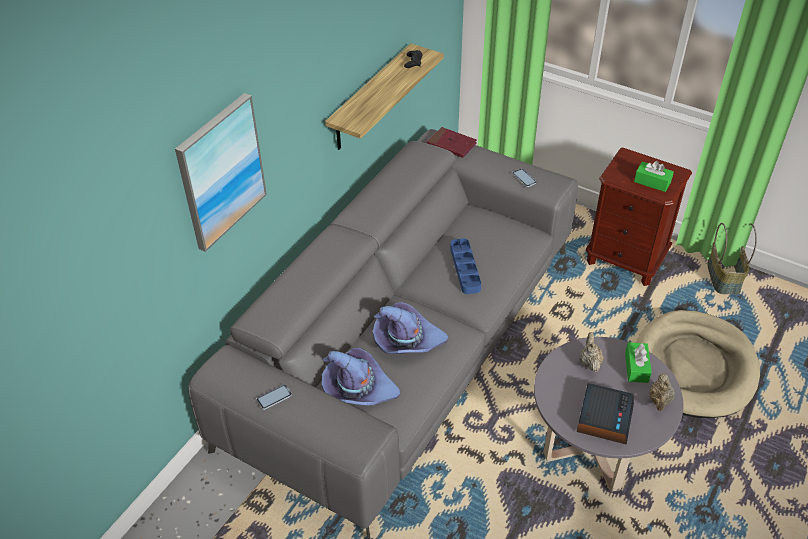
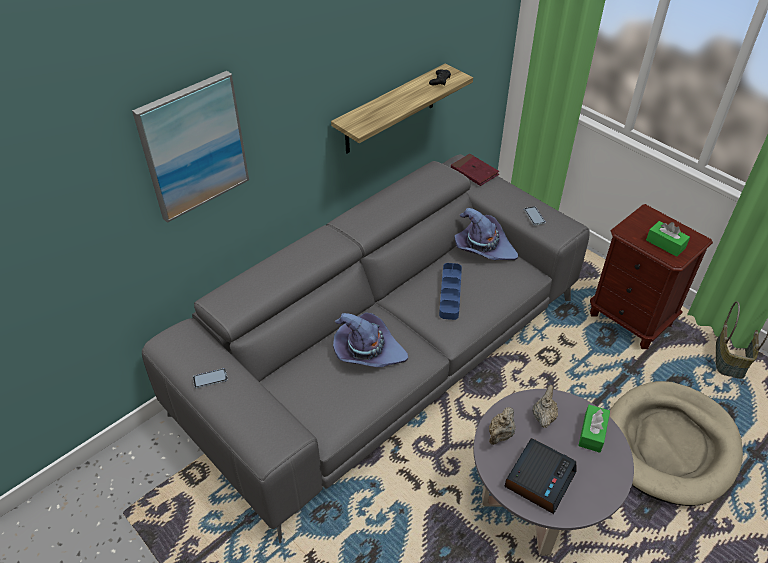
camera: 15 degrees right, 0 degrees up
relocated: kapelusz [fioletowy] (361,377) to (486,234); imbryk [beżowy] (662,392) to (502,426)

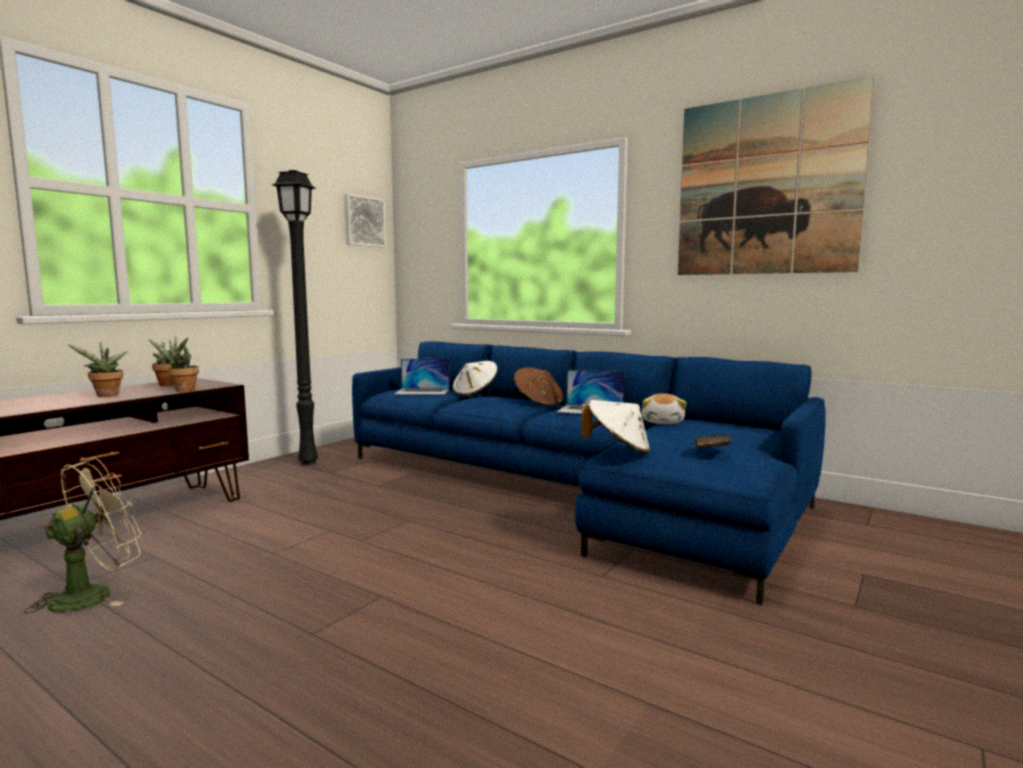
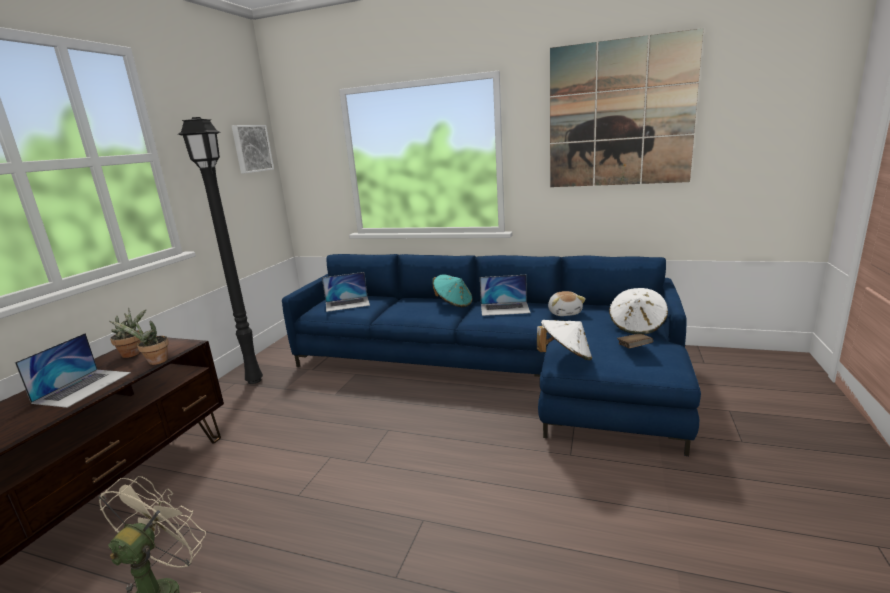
camera: 15 degrees left, 10 degrees up
relocated: kapelusz [biały] (475,379) to (638,311)
exchanged: roślina doniczkowa (97,369) to laptop (73,370)
colour: kapelusz [brązowy] (538,386) to kapelusz [turkusowy] (452,290)

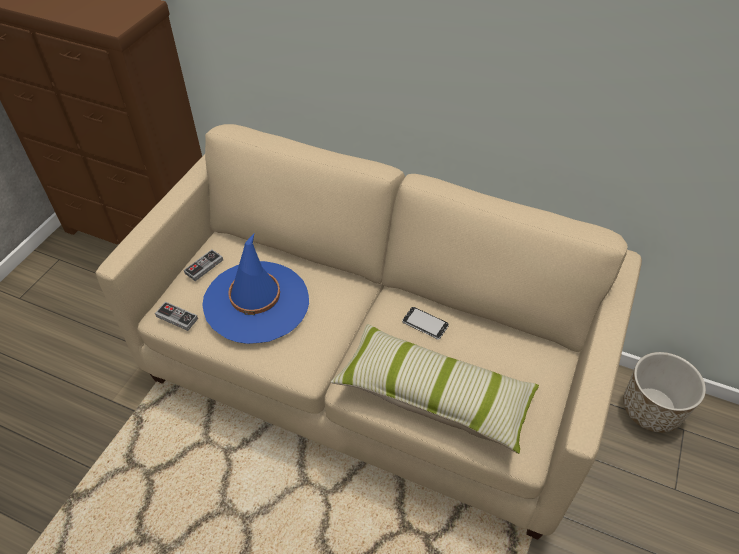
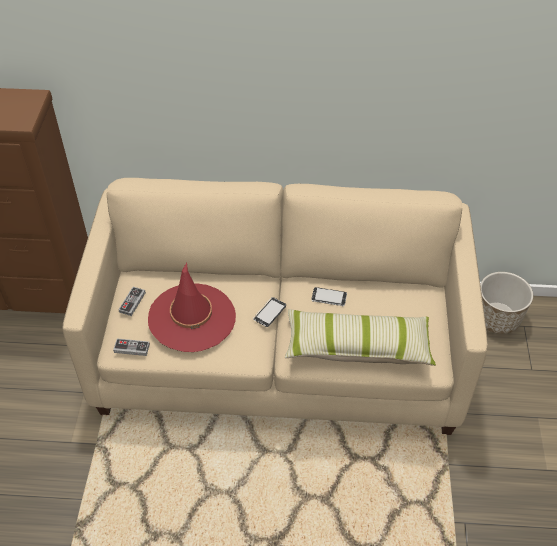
camera: 20 degrees left, 0 degrees up
appeared: telefon (269,312)
colour: kapelusz [niebieski] (255,289) to kapelusz [czerwony] (192,307)

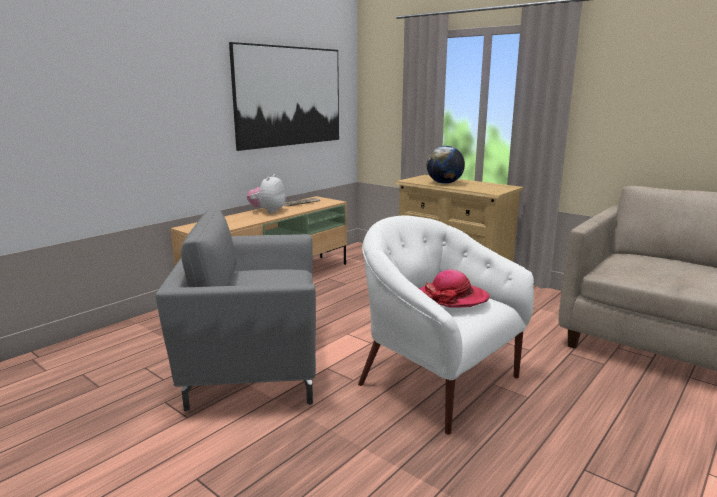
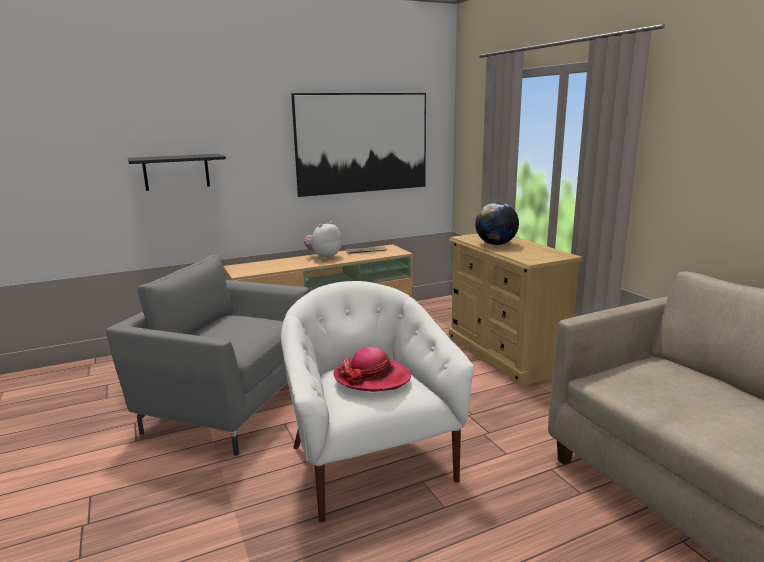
camera: 25 degrees right, 0 degrees up
appeared: półka [czarny] (177,172)

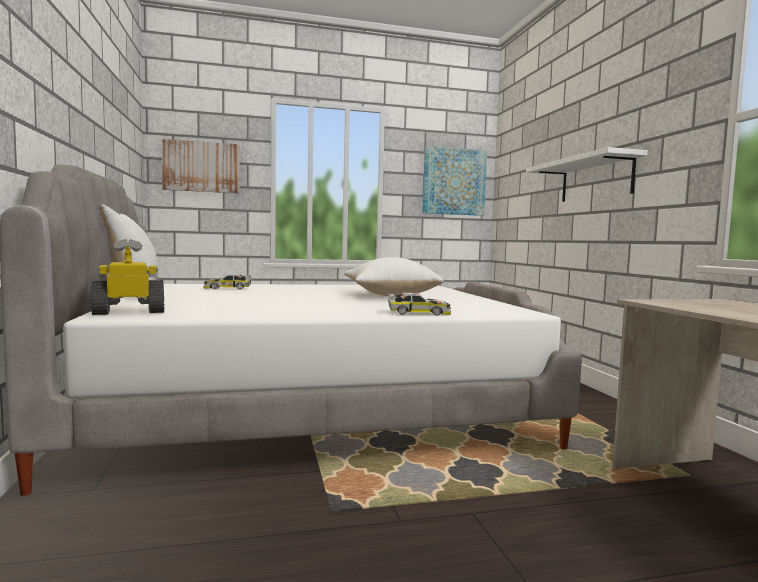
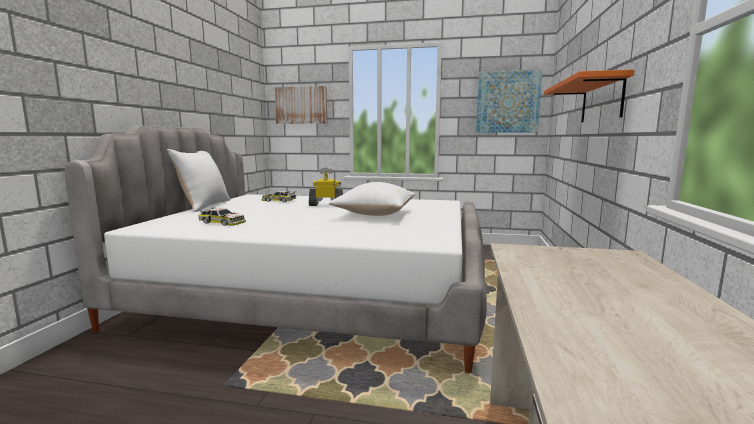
camera: 25 degrees right, 5 degrees up
relocated: samochodzik (419,304) to (222,217); robot zabawkowy (127,277) to (326,186)
colour: półka [biały] (587,174) to półka [pomarańczowy] (589,96)

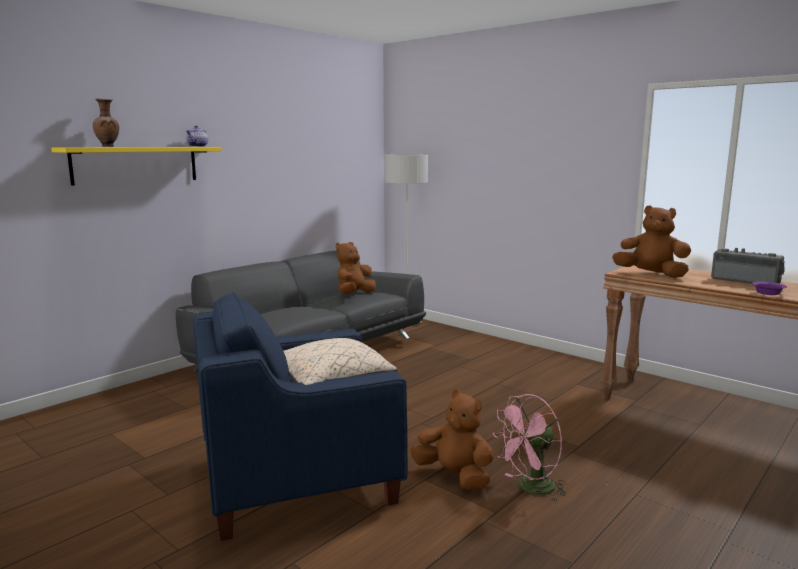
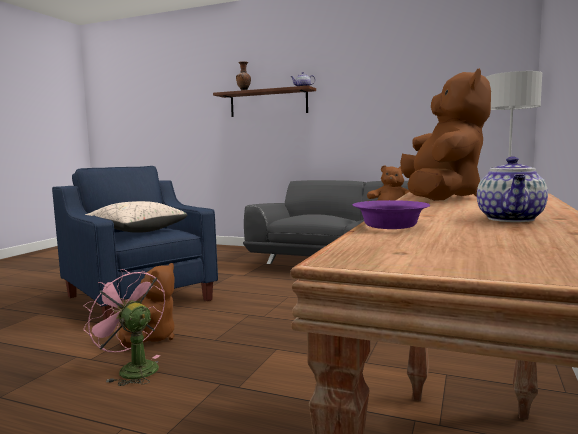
camera: 70 degrees right, 5 degrees down
exchanged: radio (748,266) to imbryk (512,189)
colour: półka [żółty] (136,166) to półka [brązowy] (264,101)

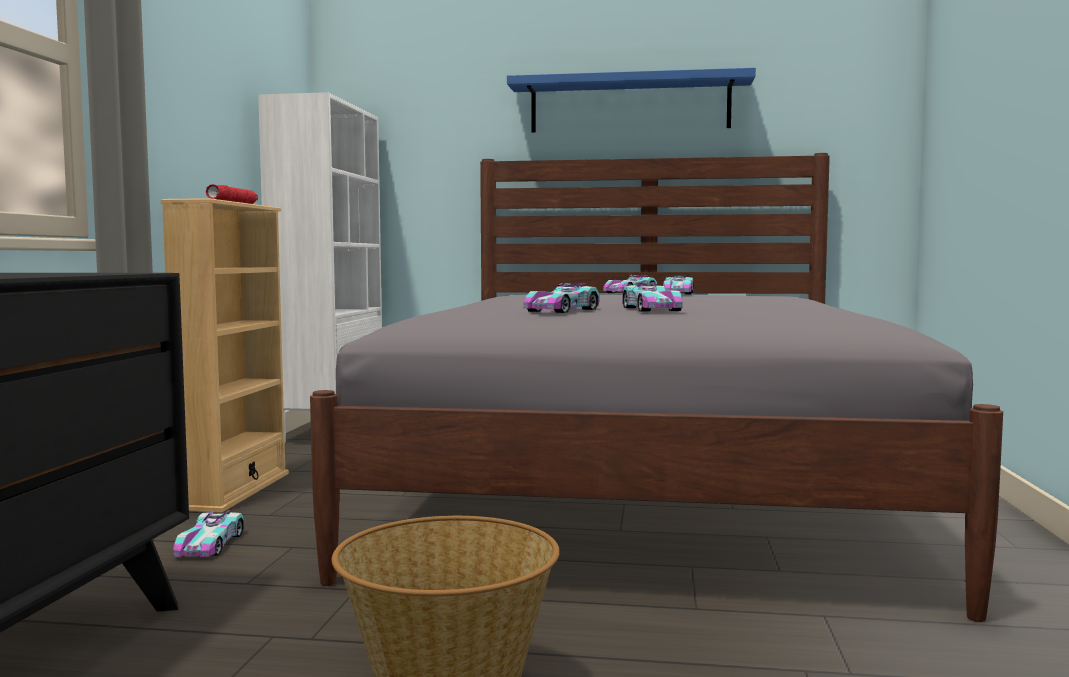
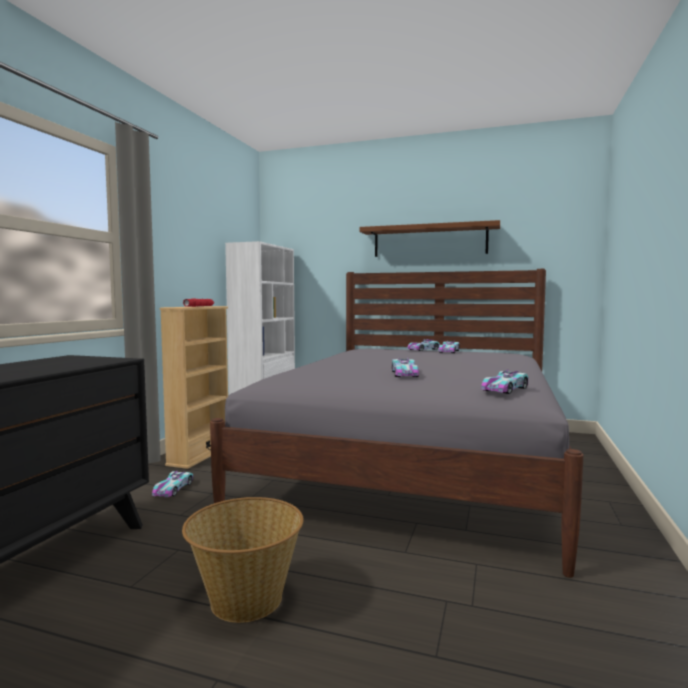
camera: 10 degrees right, 0 degrees up
relocated: samochodzik (562,298) to (504,382)
colour: półka [niebieski] (631,100) to półka [brązowy] (429,238)

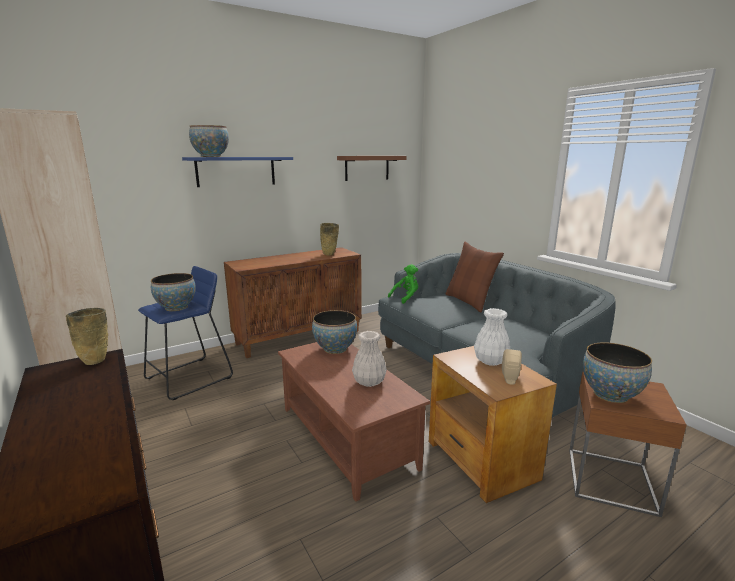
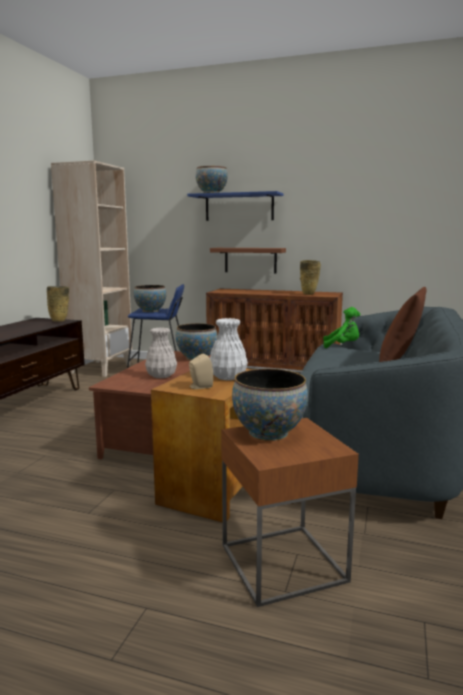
camera: 50 degrees right, 5 degrees down
relocated: półka [brązowy] (371,168) to (248,260)

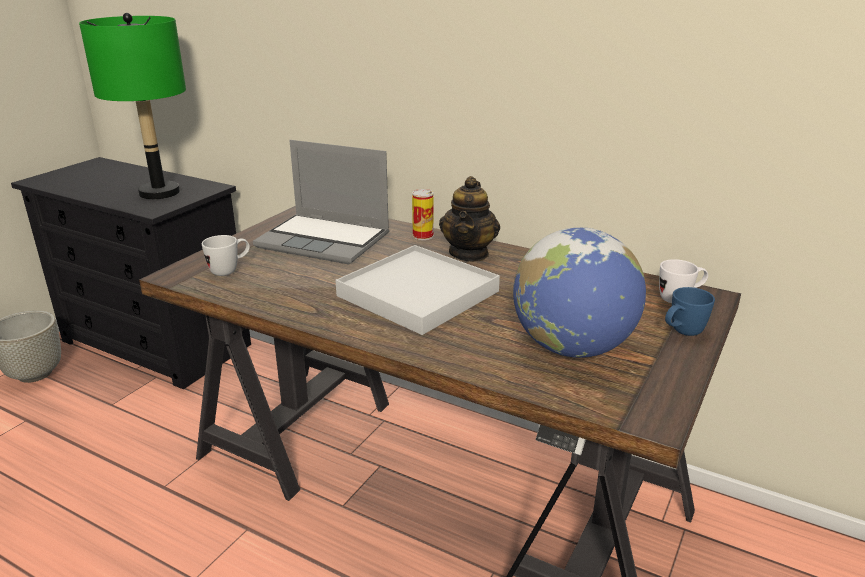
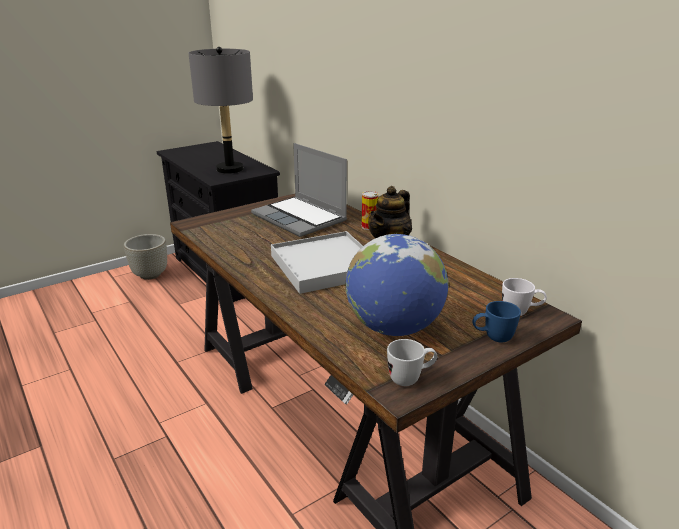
camera: 25 degrees right, 0 degrees up
relocated: kubek [biały] (226,255) to (412,362)
colour: lampa stołowa [zielony] (132,106) to lampa stołowa [szary] (220,110)

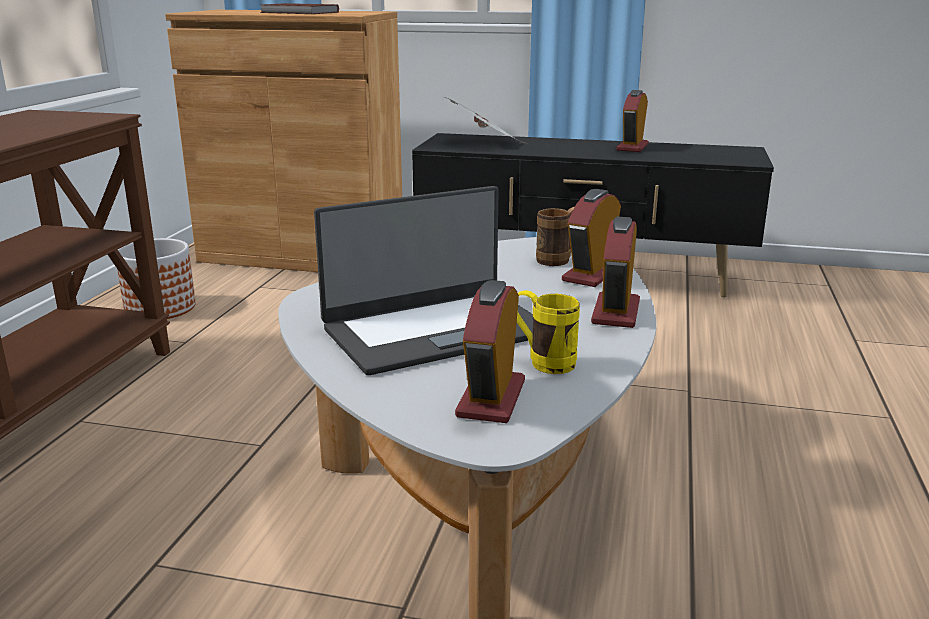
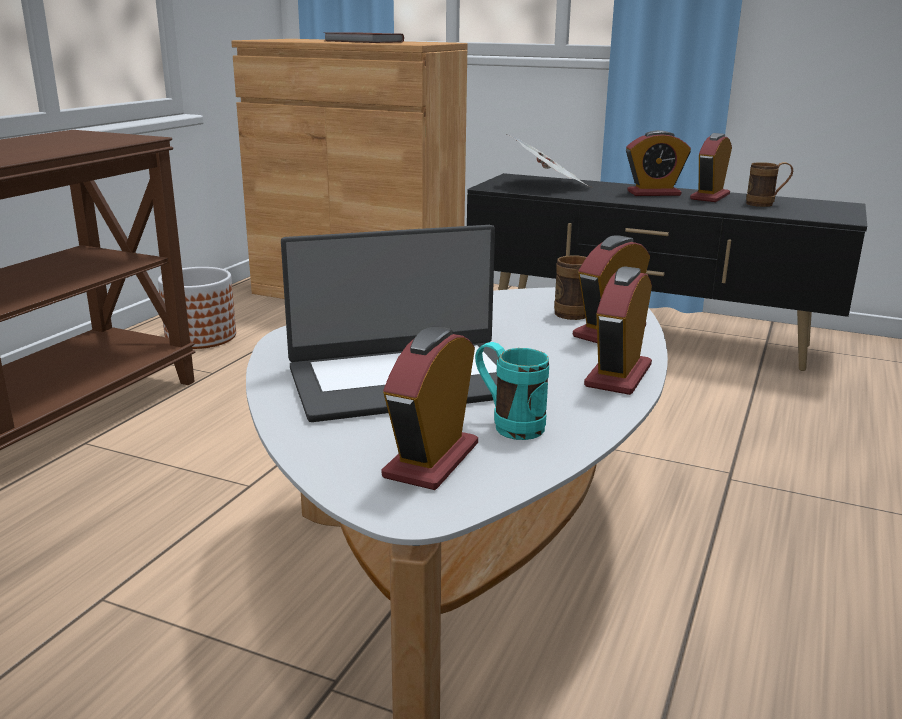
camera: 10 degrees right, 0 degrees up
appeared: budzik (658,163); kubek [brązowy] (769,184)
colour: kubek [żółty] (548,332) to kubek [turkusowy] (512,391)

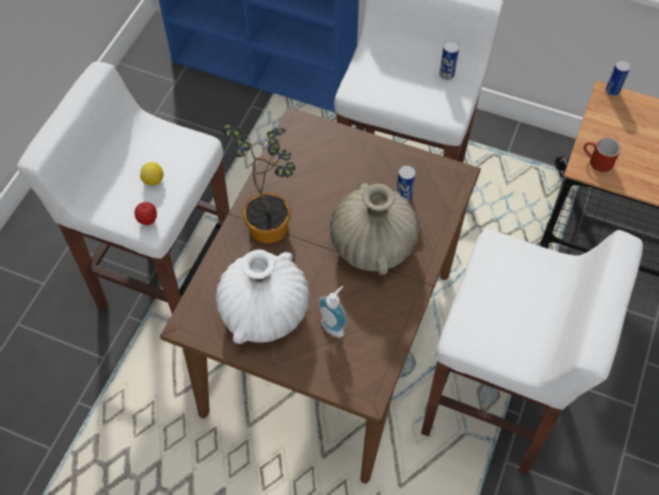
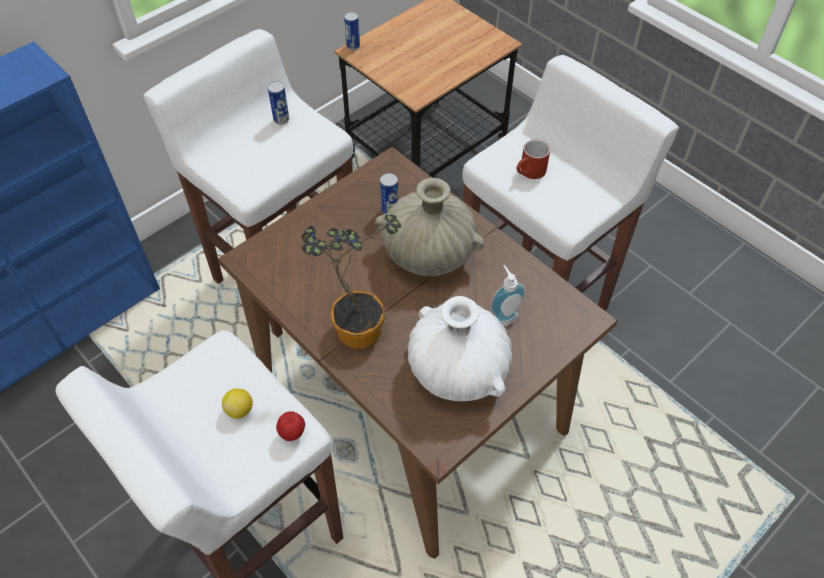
camera: 65 degrees left, 5 degrees down
relocated: kubek [czerwony] (602,155) to (533,159)

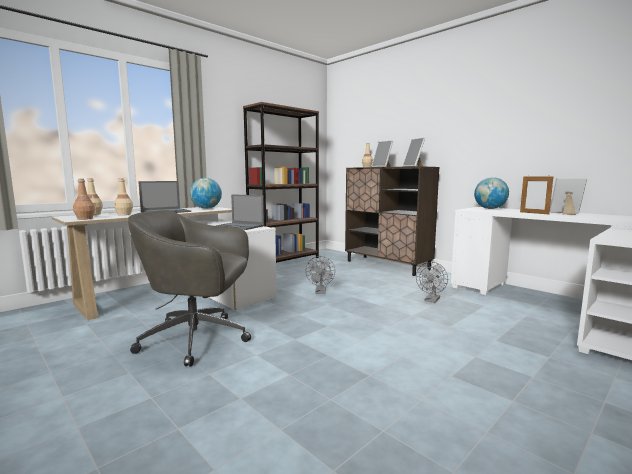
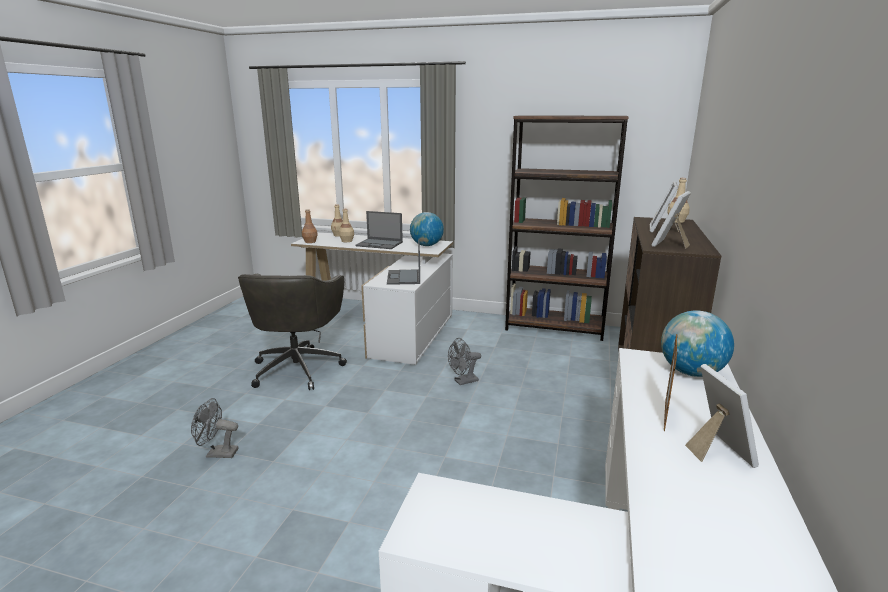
camera: 60 degrees right, 10 degrees up
relocated: wentylator [szary] (432,282) to (215,428)
spun: krzesło biurowe [szary] (189,288) = (292,332) 150 degrees counterclockwise

